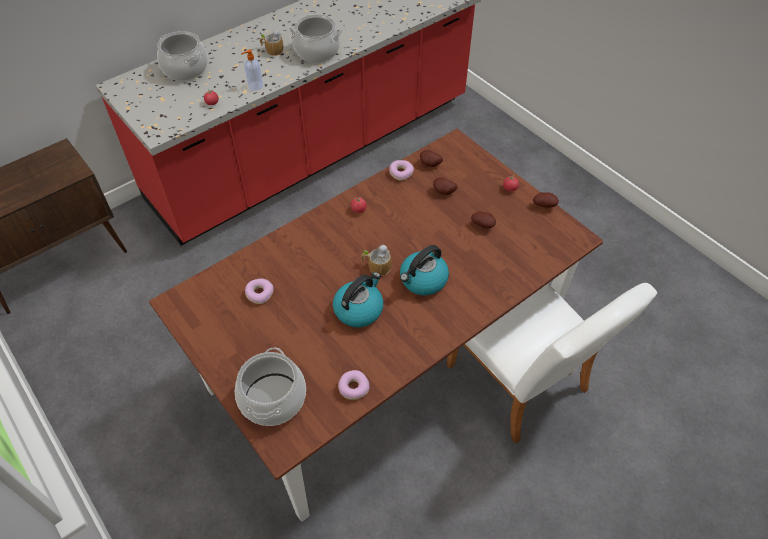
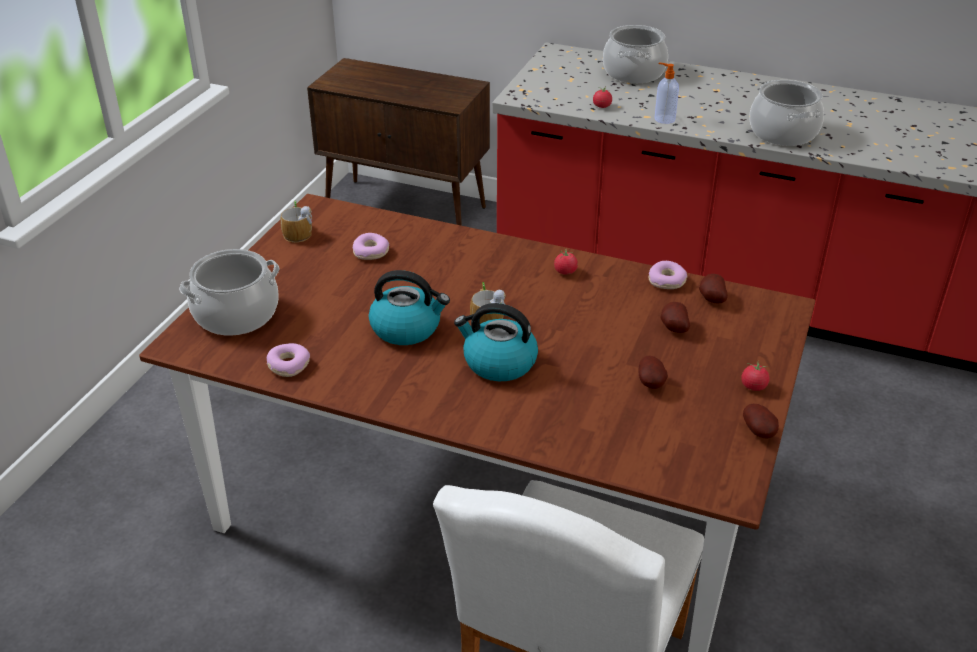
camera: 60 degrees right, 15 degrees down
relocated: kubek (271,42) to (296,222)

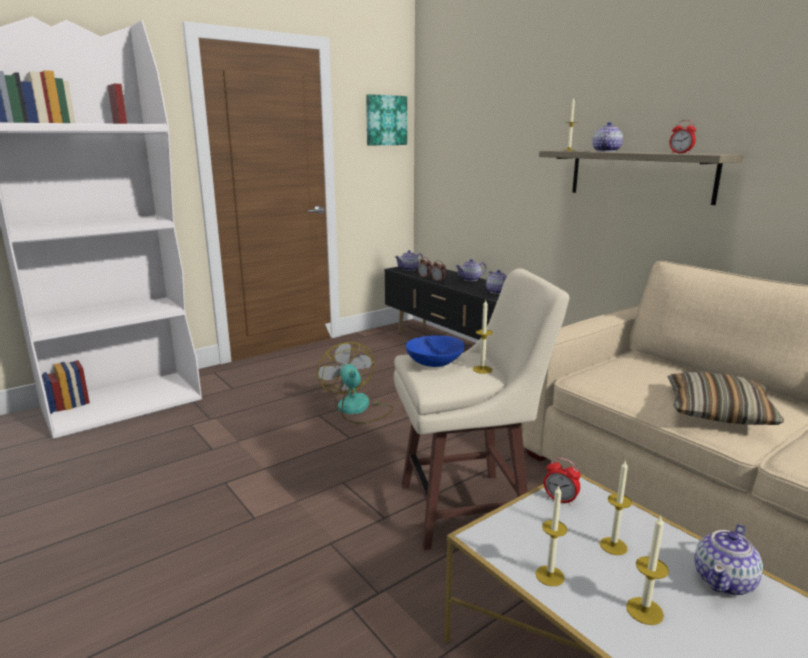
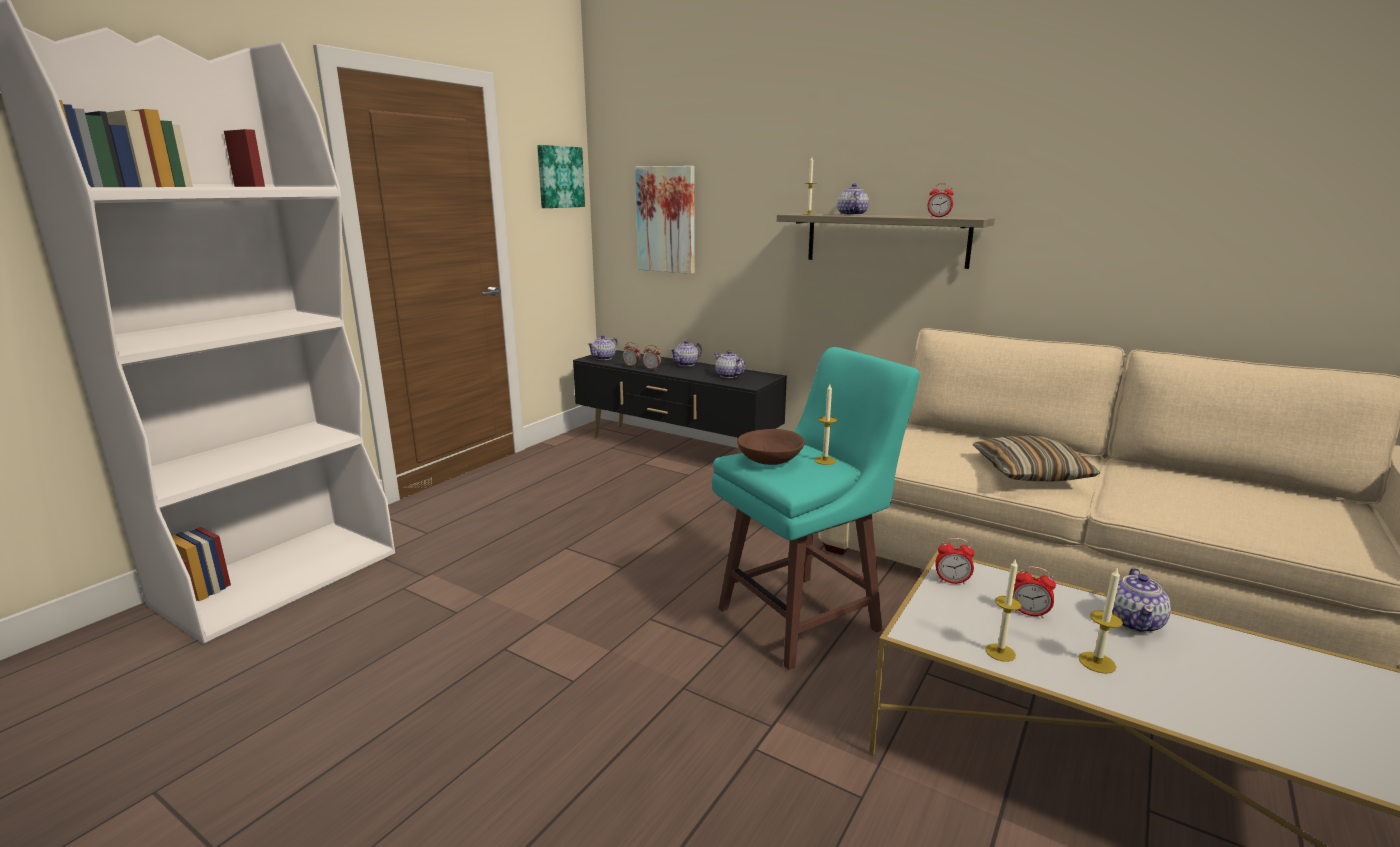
camera: 20 degrees left, 0 degrees up
missing: wentylator (355,383)
appeared: obraz (665,220)
exchanged: świeca (616,507) to budzik (1034,592)
colour: stołek [beżowy] (481,409) to stołek [turkusowy] (816,508); miska [niebieski] (435,351) to miska [brązowy] (771,447)

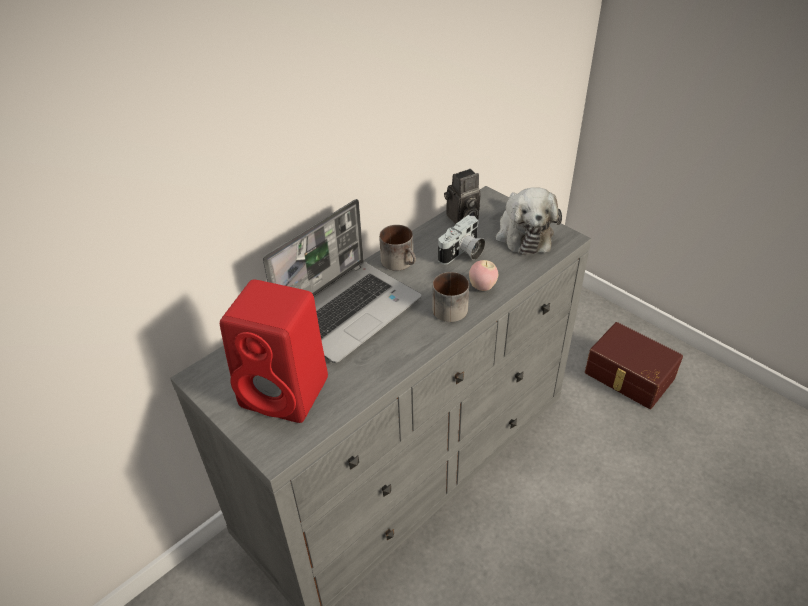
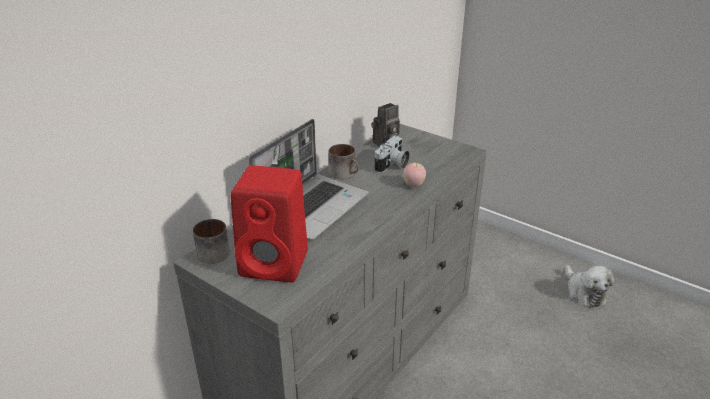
camera: 10 degrees left, 10 degrees down
missing: pojemnik do przechowywania [brązowy] (634,365)
relocated: kubek (450,297) to (211,241); pluszak (529,221) to (589,286)

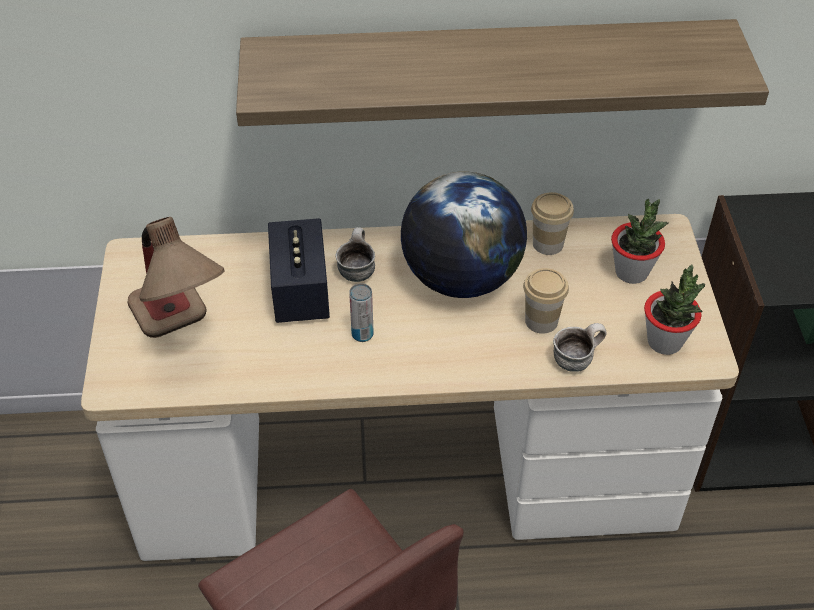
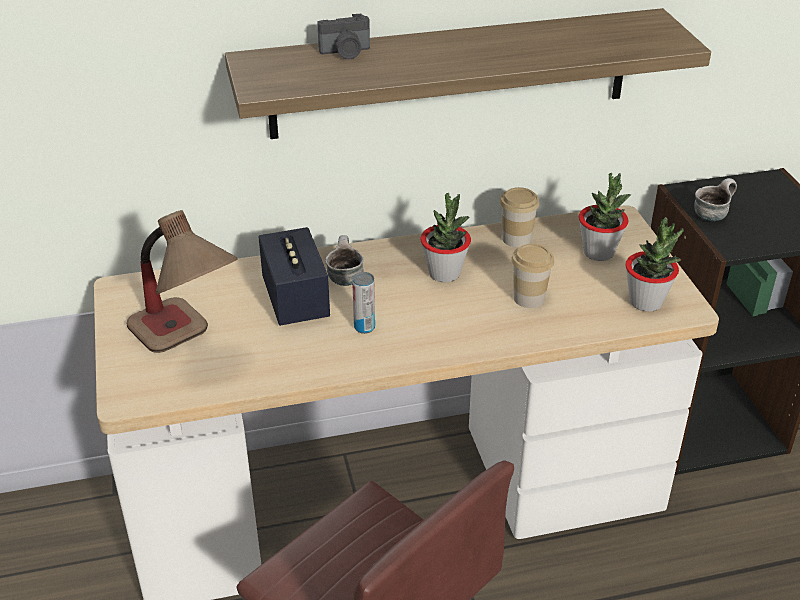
camera: 10 degrees left, 10 degrees down
appeared: aparat fotograficzny (343,36)
relocated: kubek (579,347) to (715,199)
exchanged: globus (464,235) to roślina doniczkowa (445,237)

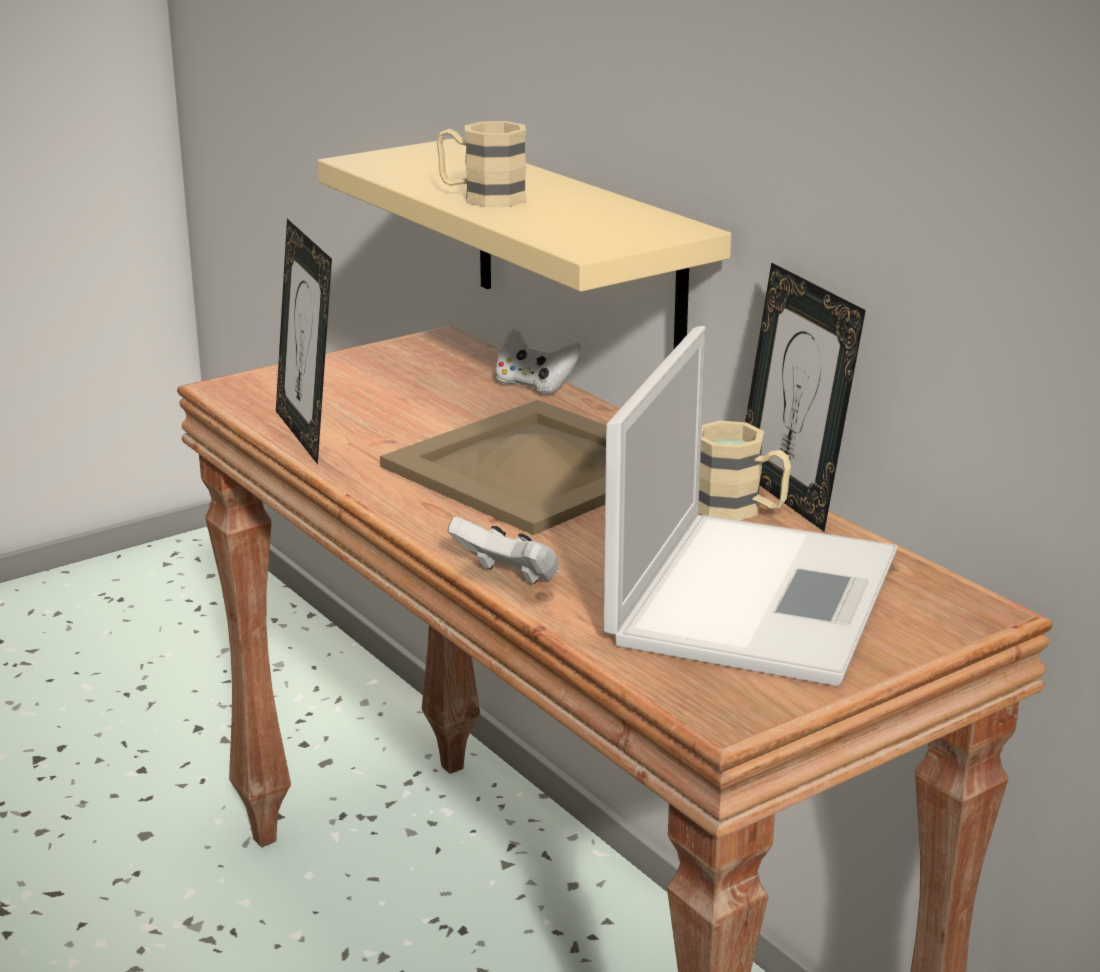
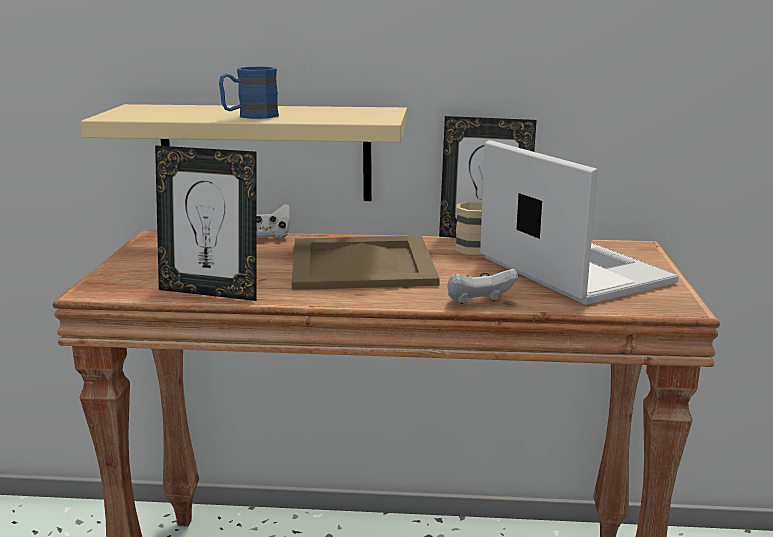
camera: 50 degrees left, 5 degrees down
colour: kubek [beżowy] (482,164) to kubek [niebieski] (249,92)

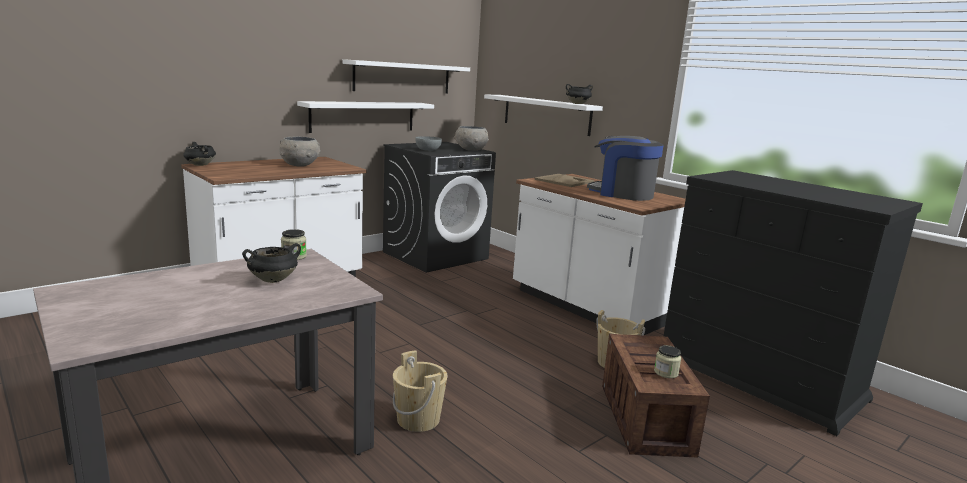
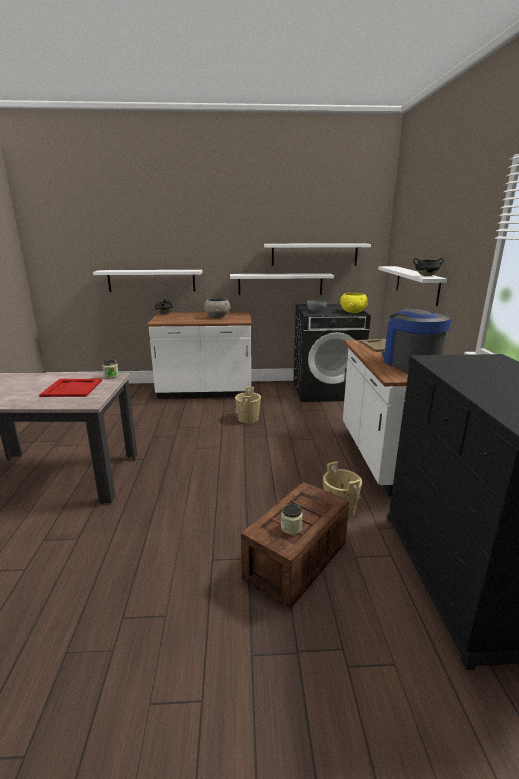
camera: 40 degrees right, 5 degrees up
appeared: półka [biały] (147,281)
relocated: wiadro [beżowy] (420,391) to (248,405)
exchanged: garnek [czarny] (271,263) to taca [czerwony] (70,388)
colour: miska [szary] (471,138) to miska [żółty] (354,303)

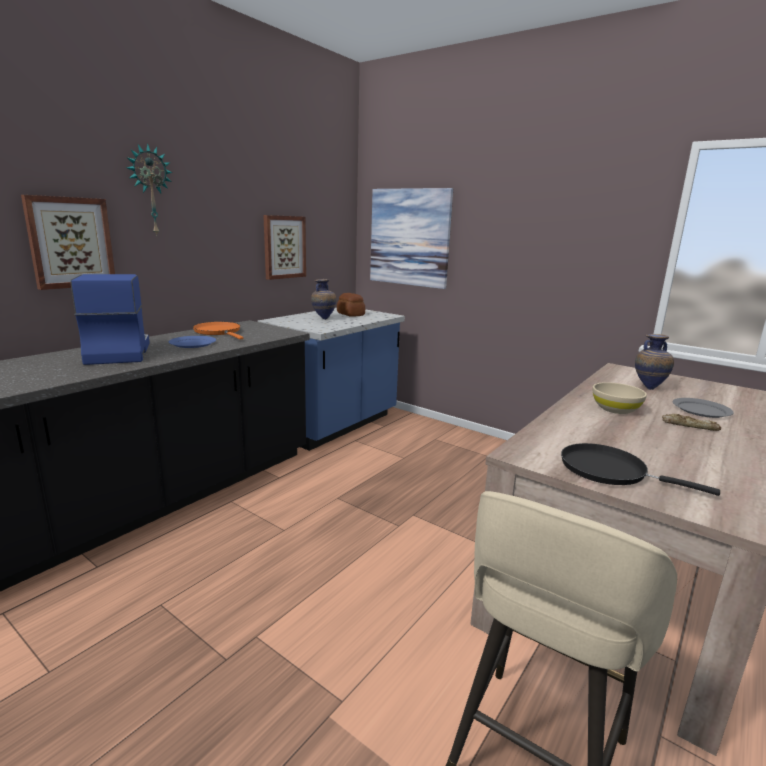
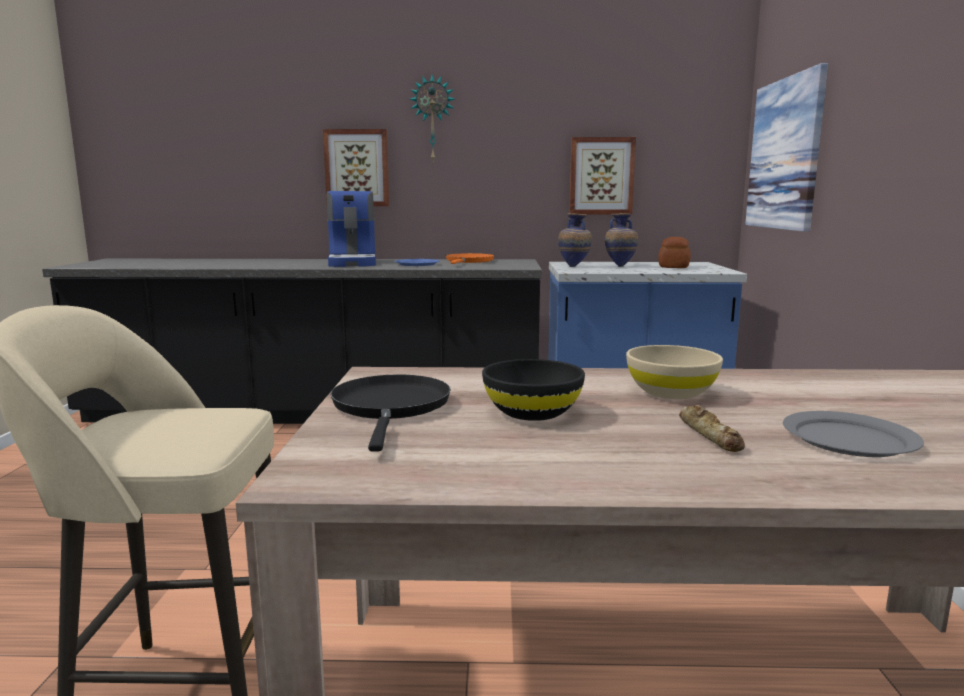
camera: 55 degrees right, 5 degrees down
appeared: miska [czarny] (533,390)
relocated: wazon (654,362) to (575,240)
spun: ekspres do kawy (110,319) = (351,229) 135 degrees clockwise

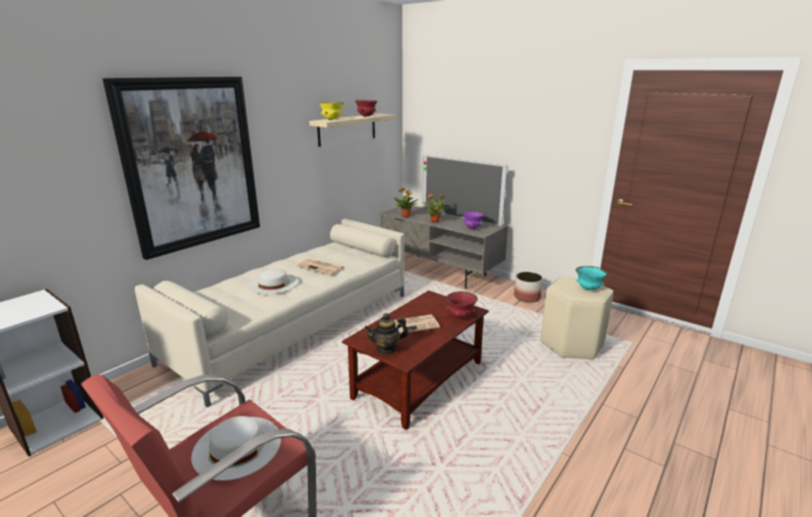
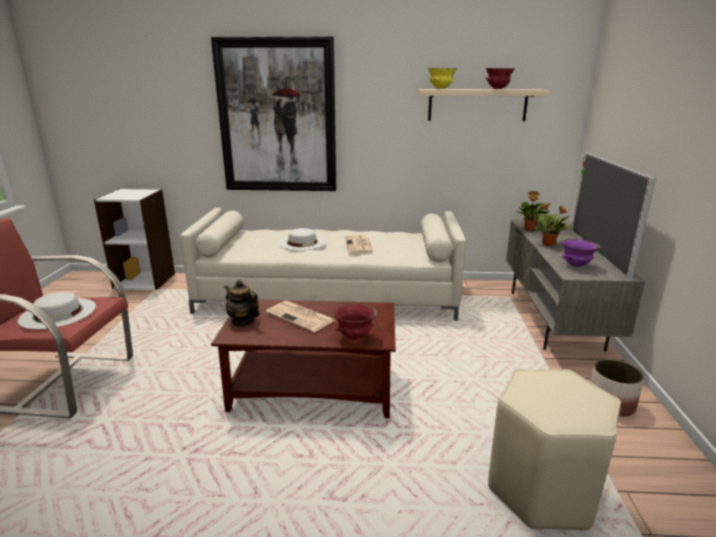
camera: 55 degrees right, 0 degrees up
missing: miska [turkusowy] (591,278)

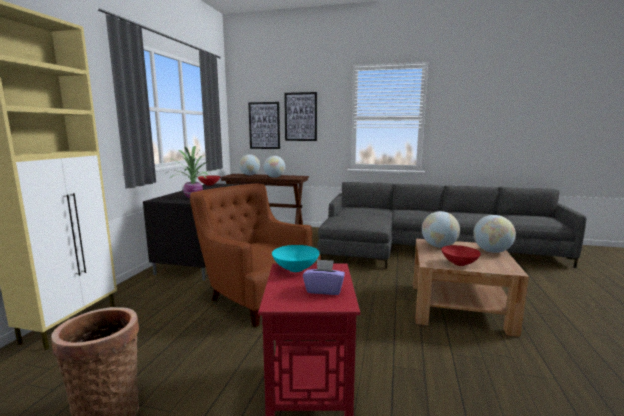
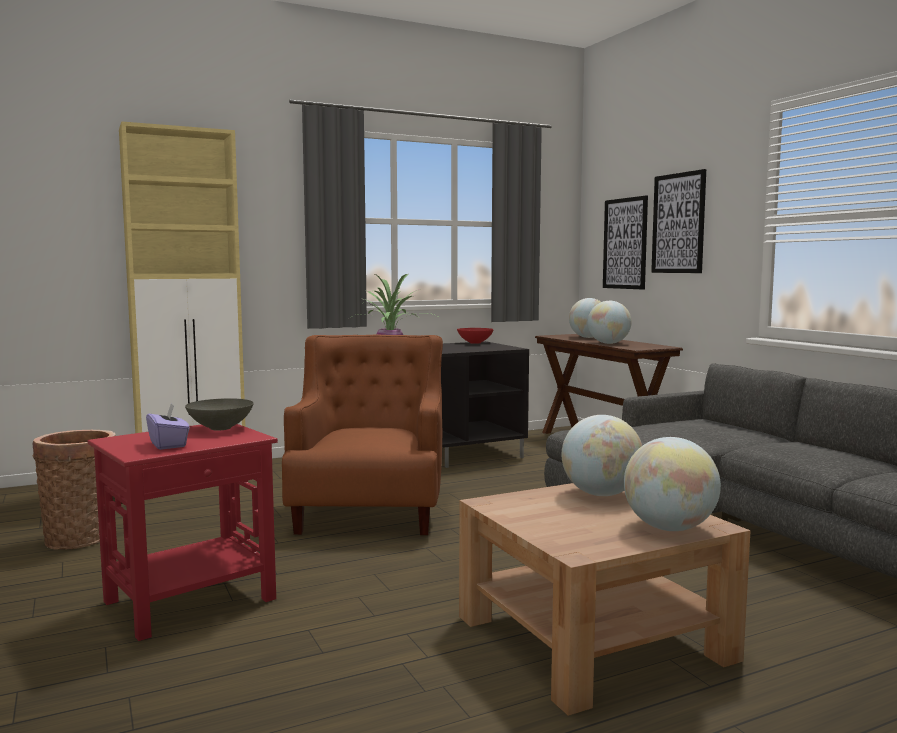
camera: 50 degrees right, 5 degrees down
missing: miska [czerwony] (461,255)
colour: miska [turkusowy] (296,258) to miska [szary] (219,414)

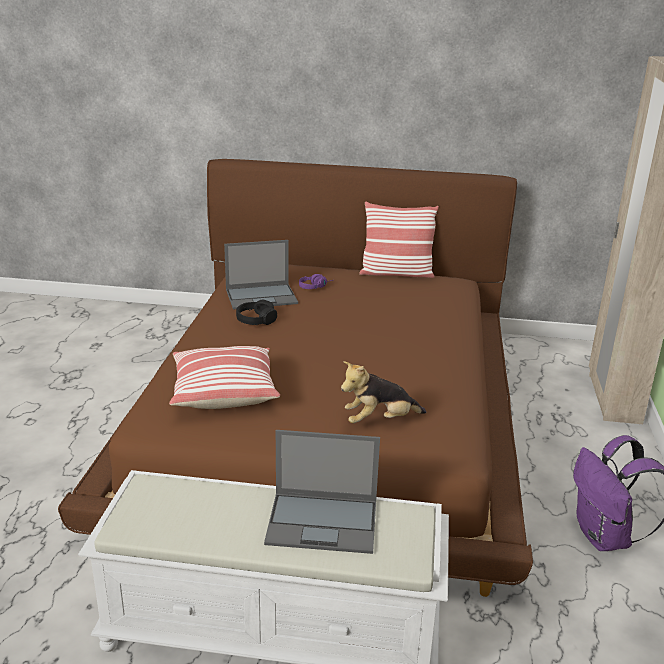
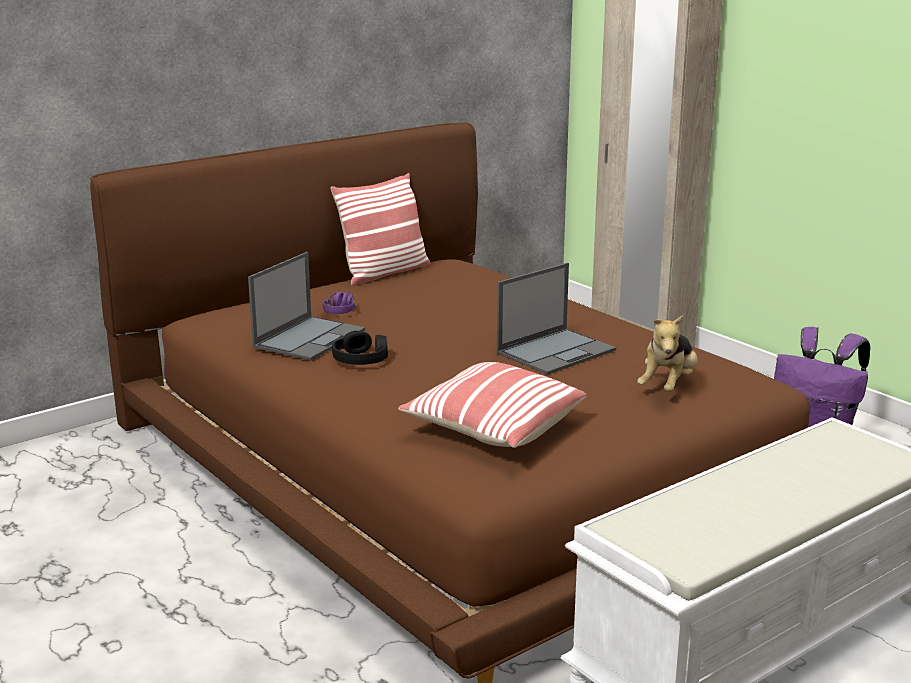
camera: 45 degrees left, 5 degrees down
relocated: laptop (322,492) to (556,319)

